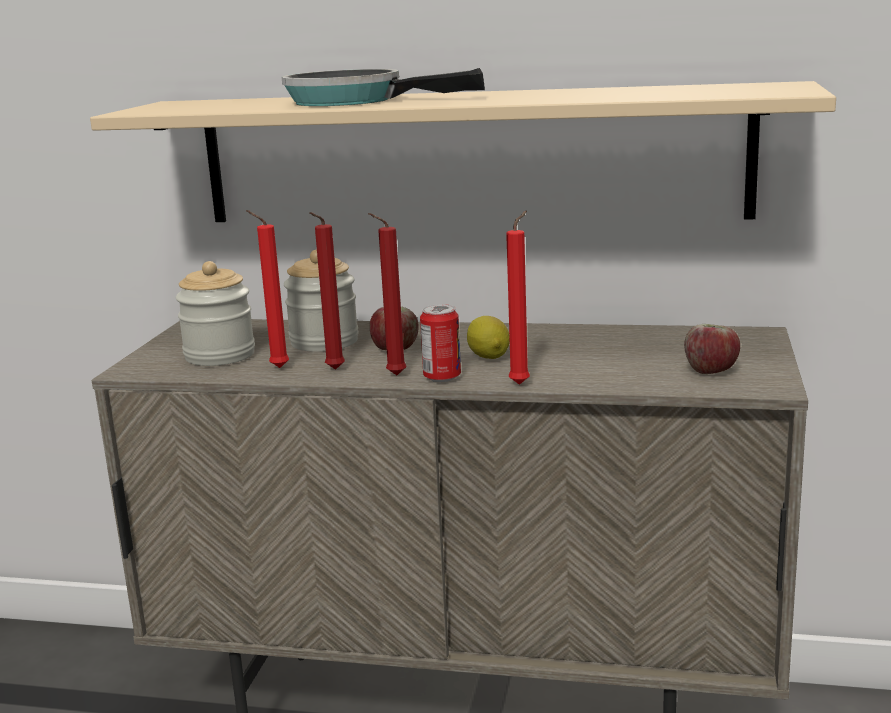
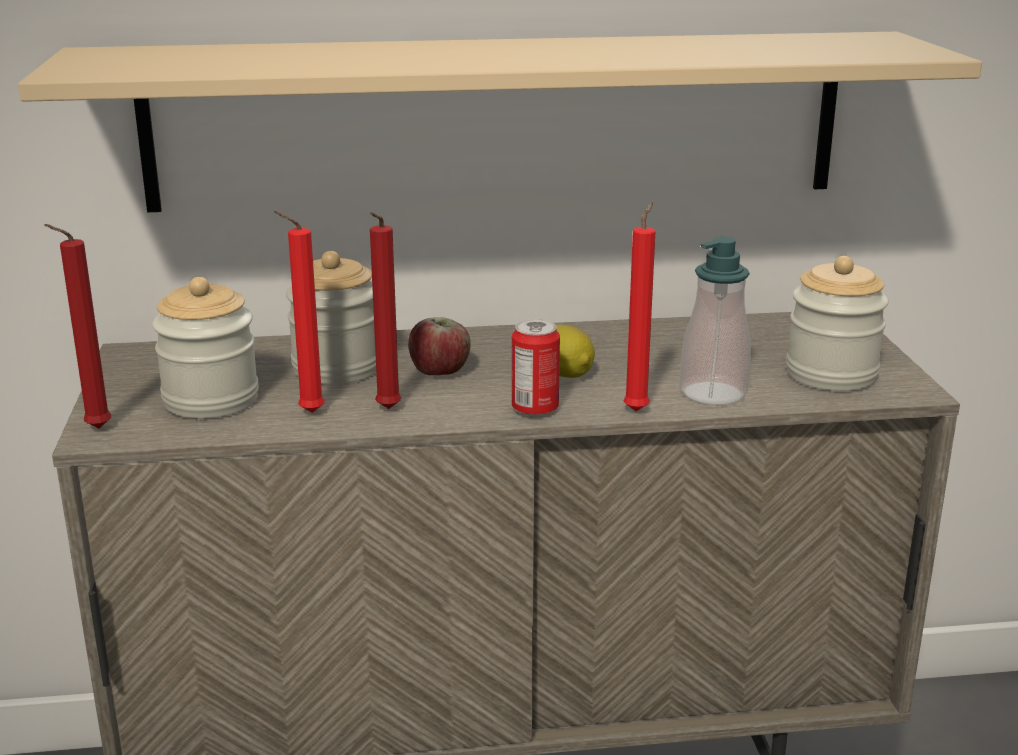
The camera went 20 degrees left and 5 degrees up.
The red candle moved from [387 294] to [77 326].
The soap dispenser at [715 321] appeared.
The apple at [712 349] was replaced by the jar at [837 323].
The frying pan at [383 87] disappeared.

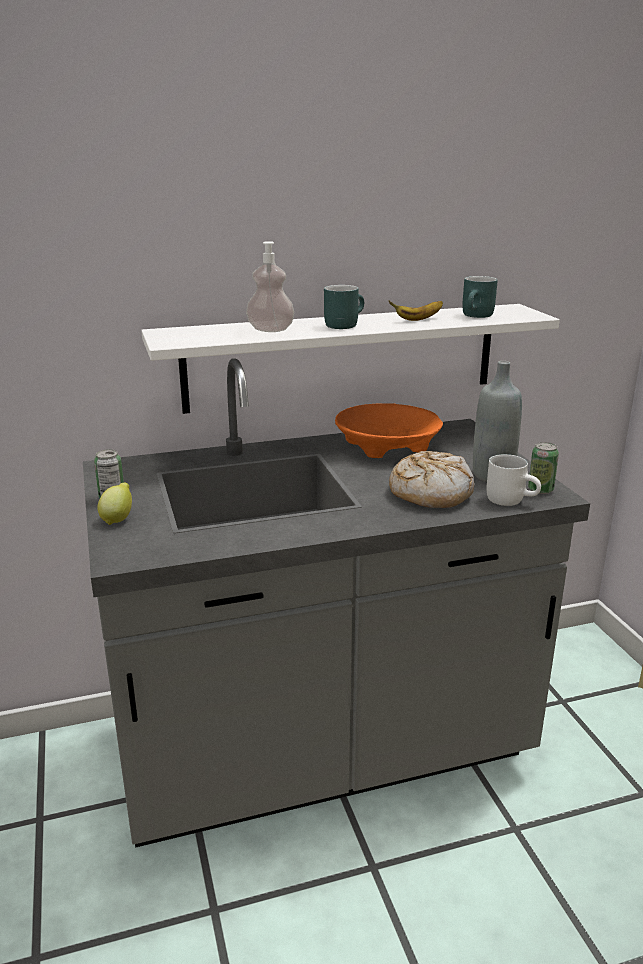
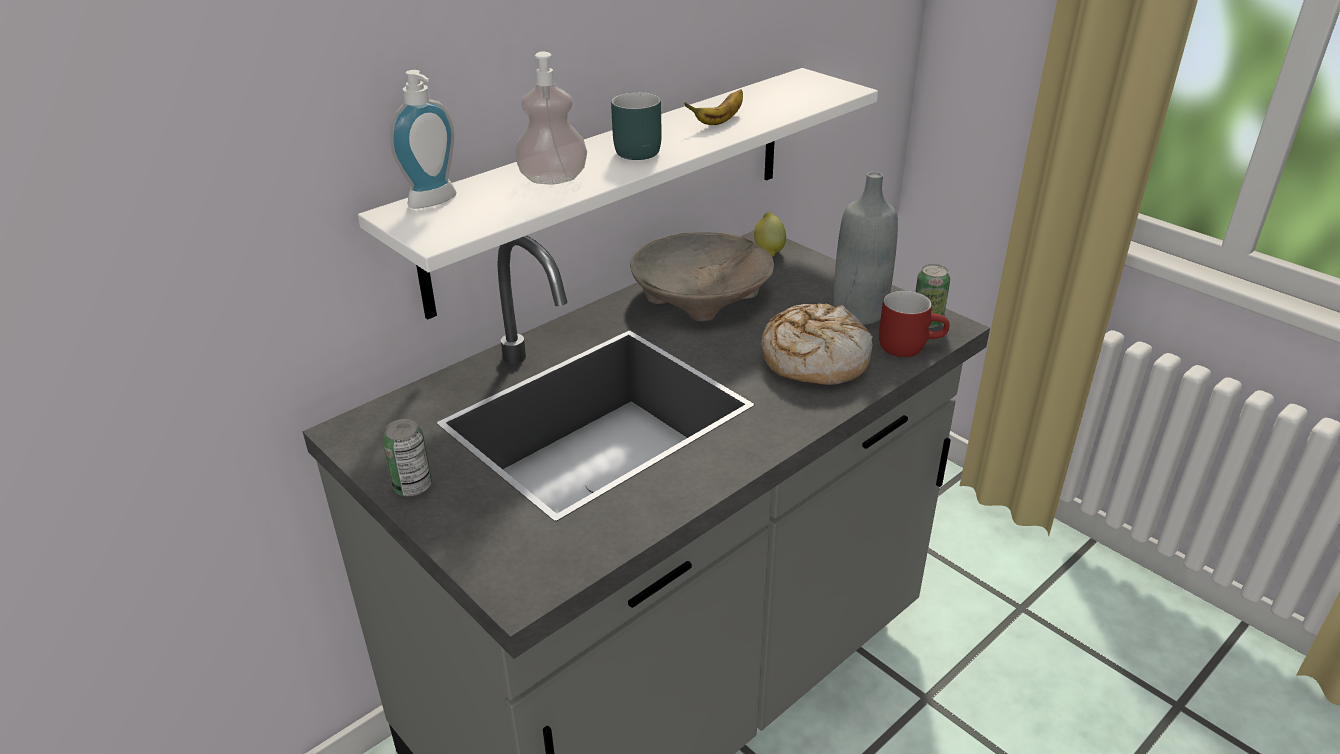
The camera went 25 degrees left and 10 degrees up.
The soap dispenser at [423 139] appeared.
The orange bowl at [389 430] became the beige bowl at [702 276].
The lemon moved from [114 504] to [770 234].
The white mug at [514 480] became the red mug at [914 324].
The turquoise mug at [480 297] disappeared.

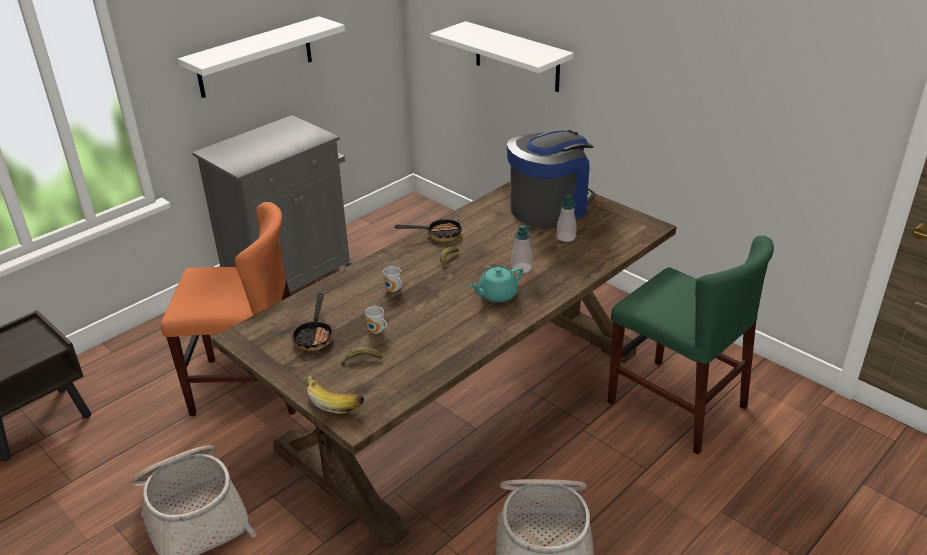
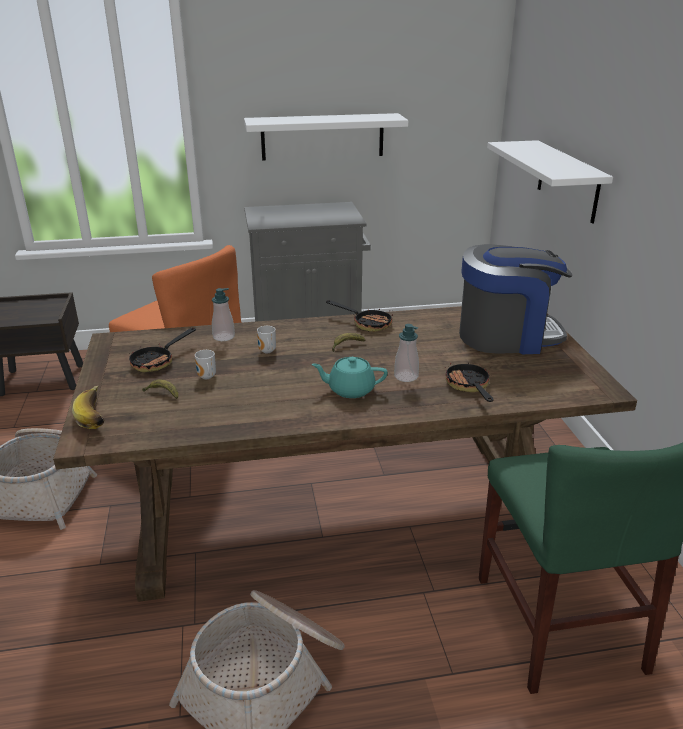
The camera went 35 degrees right and 5 degrees down.
The soap dispenser moved from [566 217] to [223 314].
The frying pan at [468 382] appeared.

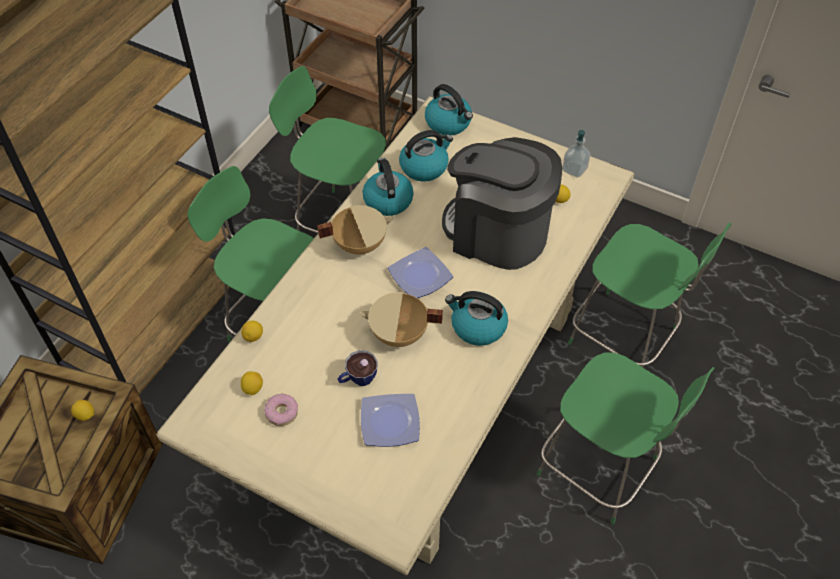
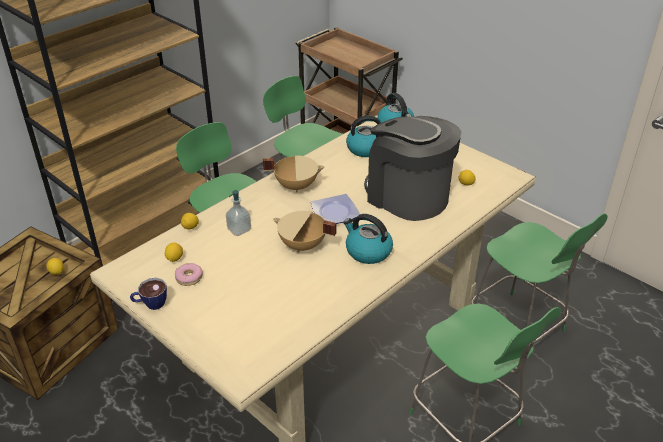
The camera went 15 degrees right and 15 degrees down.
The cup moved from [358 368] to [148 294].
The soap dispenser moved from [576 154] to [238 213].
The plate at [390 420] disappeared.
The kettle at [388 187] disappeared.

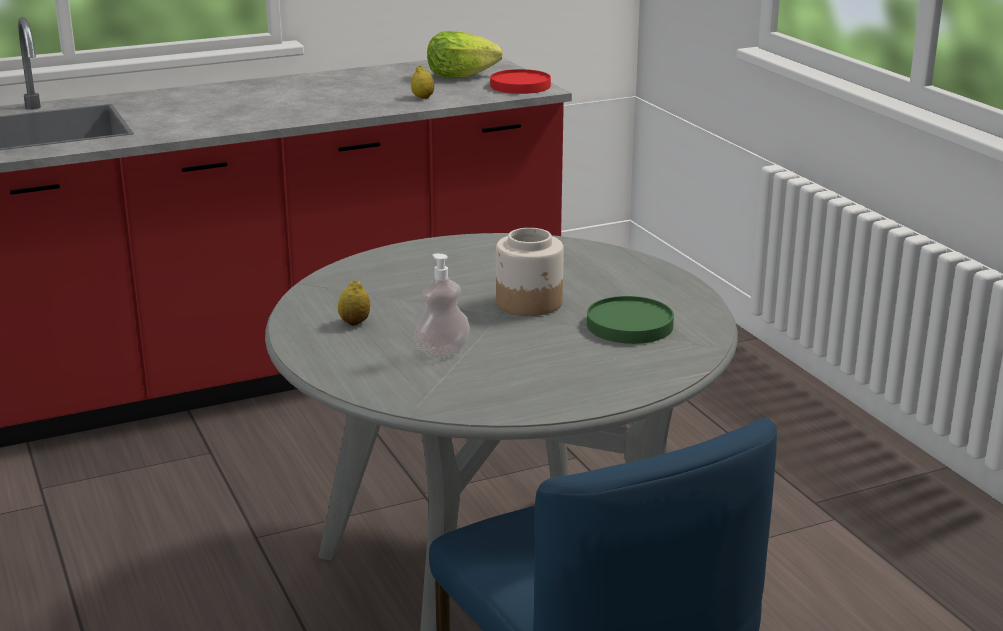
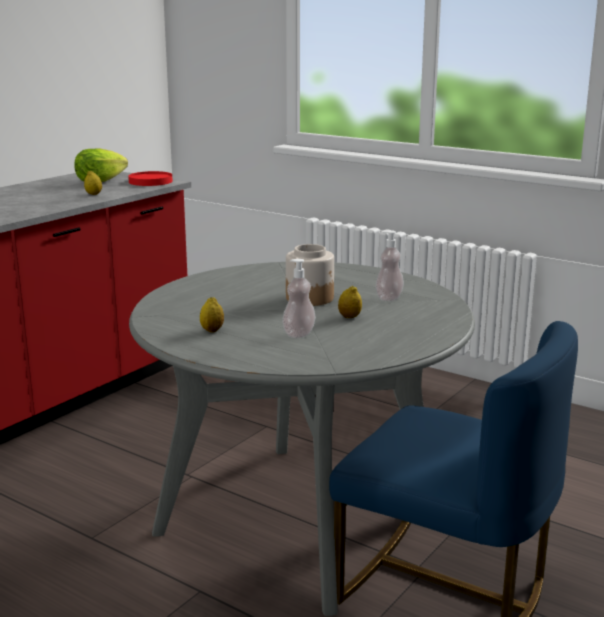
The camera went 30 degrees left and 5 degrees down.
The lemon at [350 301] appeared.
The green plate at [630 320] was replaced by the soap dispenser at [389 265].

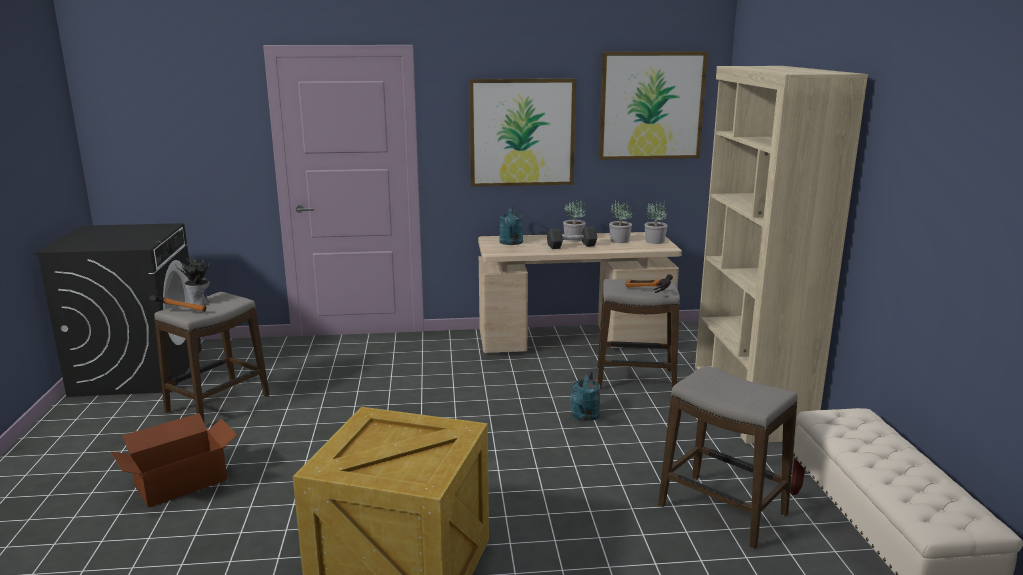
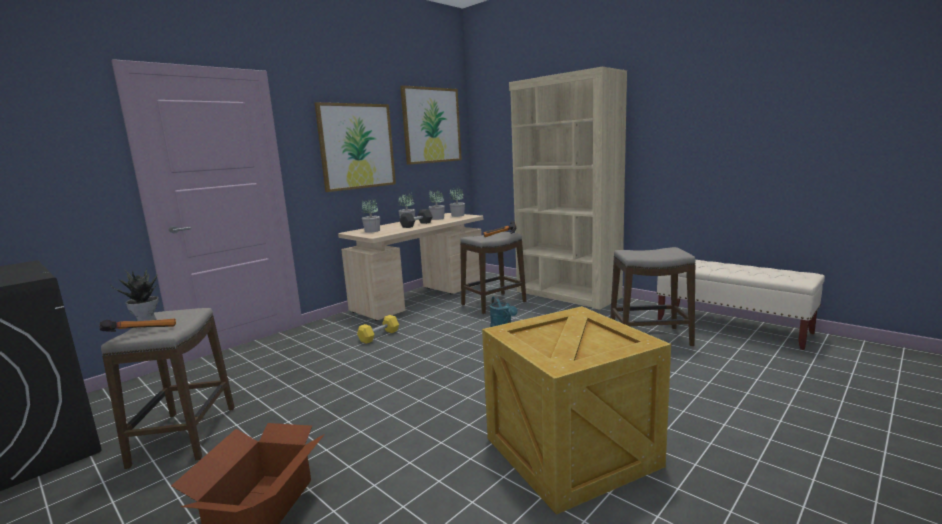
The camera went 40 degrees left and 5 degrees down.
The yellow dumbbell at [378 329] appeared.
The turquoise watering can at [511 225] was replaced by the potted plant at [371 216].

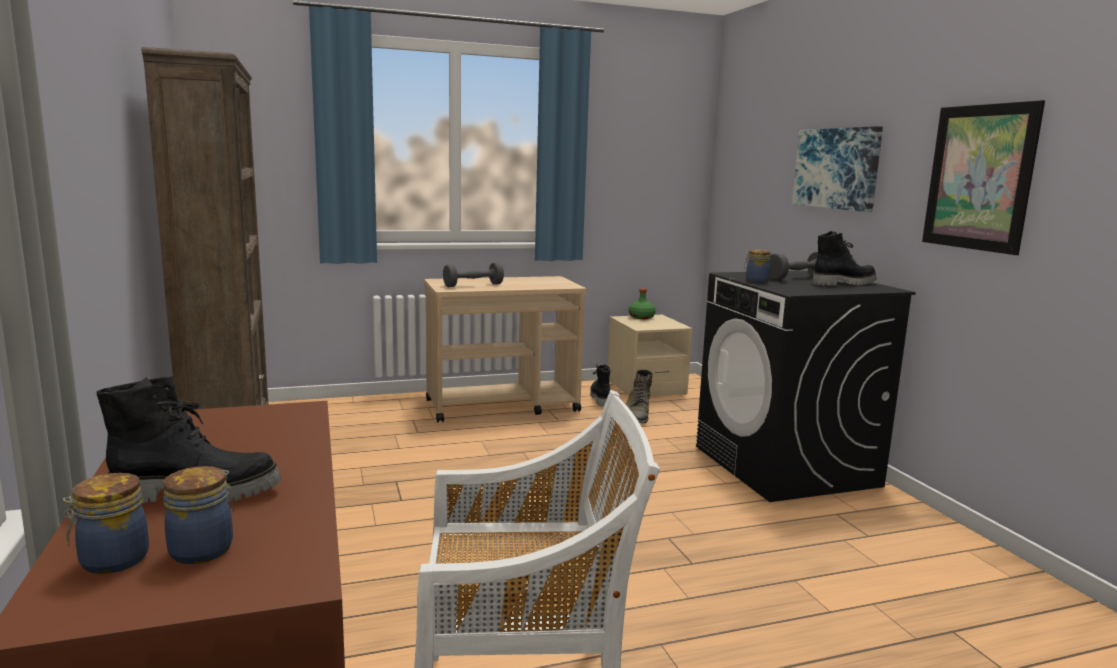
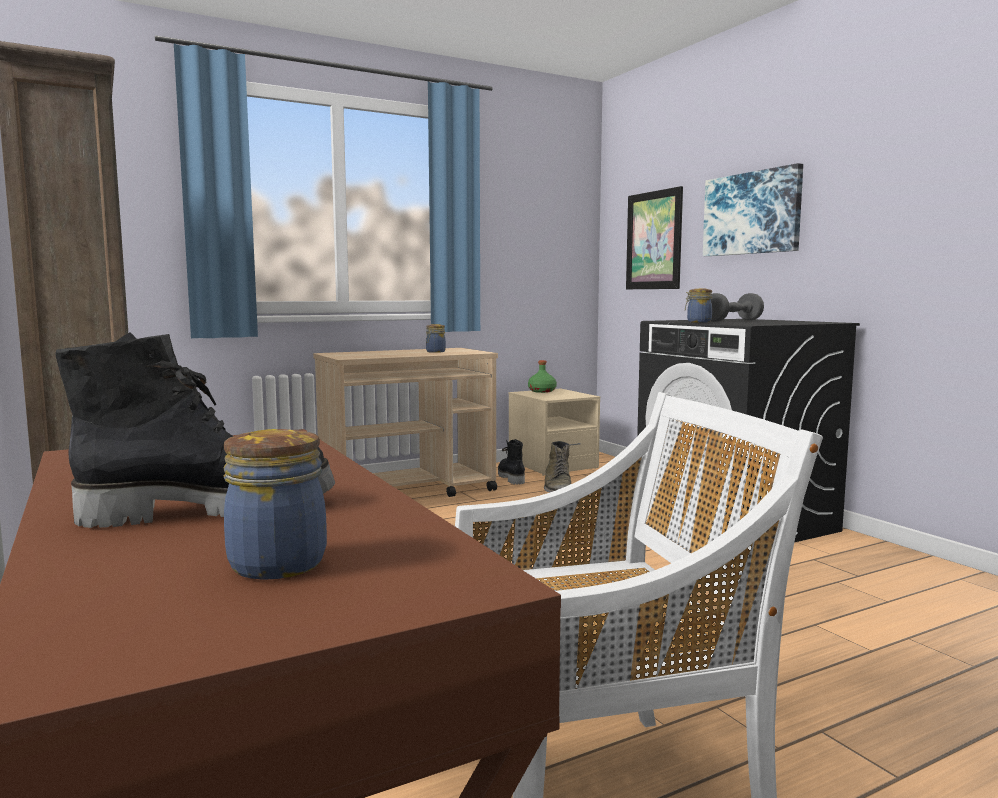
The camera went 10 degrees left and 5 degrees down.
The jar moved from [106 523] to [436 338].
The picture moved from [983 177] to [654 237].
The grey dumbbell at [473 274] disappeared.
The black boot at [844 258] disappeared.

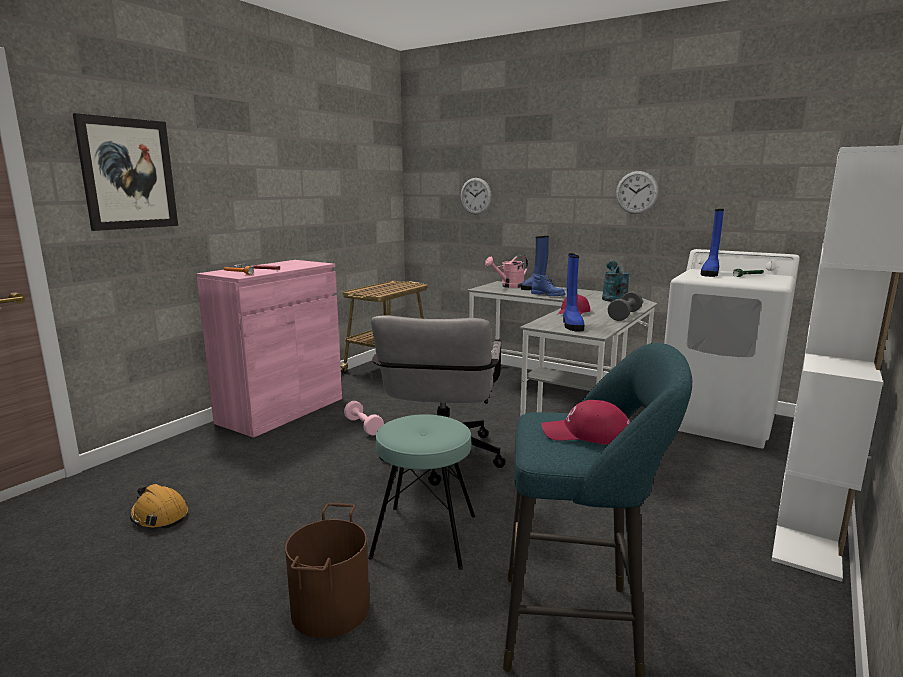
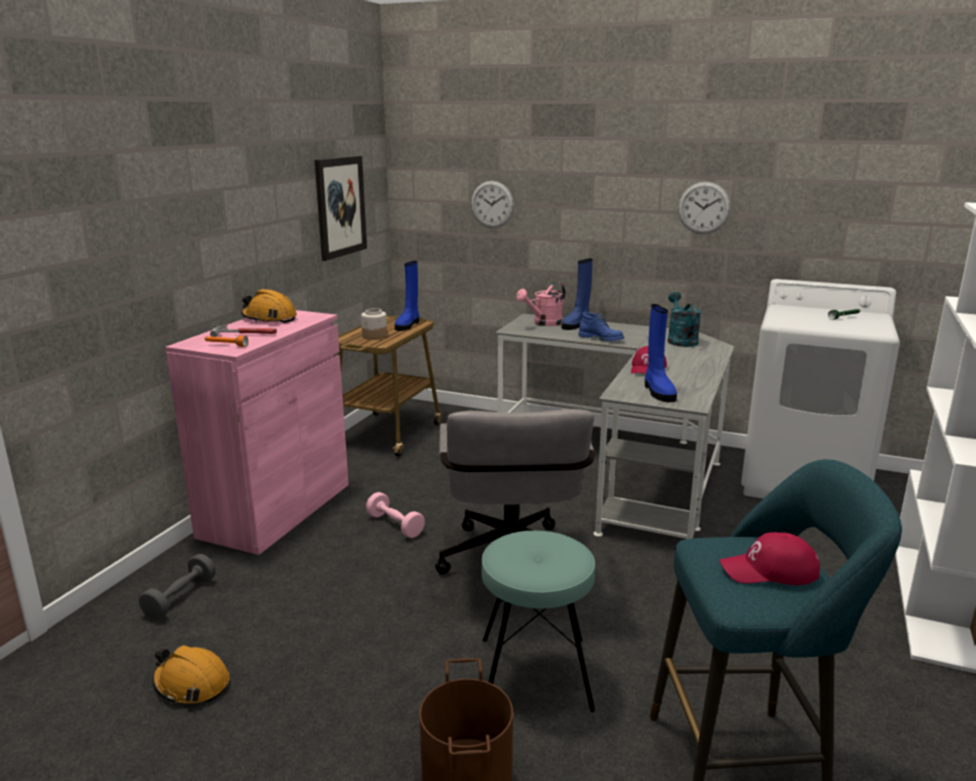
The camera went 10 degrees left and 5 degrees up.
The grey dumbbell moved from [625 306] to [177 587].
The orange hard hat at [269 306] appeared.
The picture moved from [125 172] to [340 208].
The jar at [374 324] appeared.
The blue boot moved from [712 243] to [407 296].

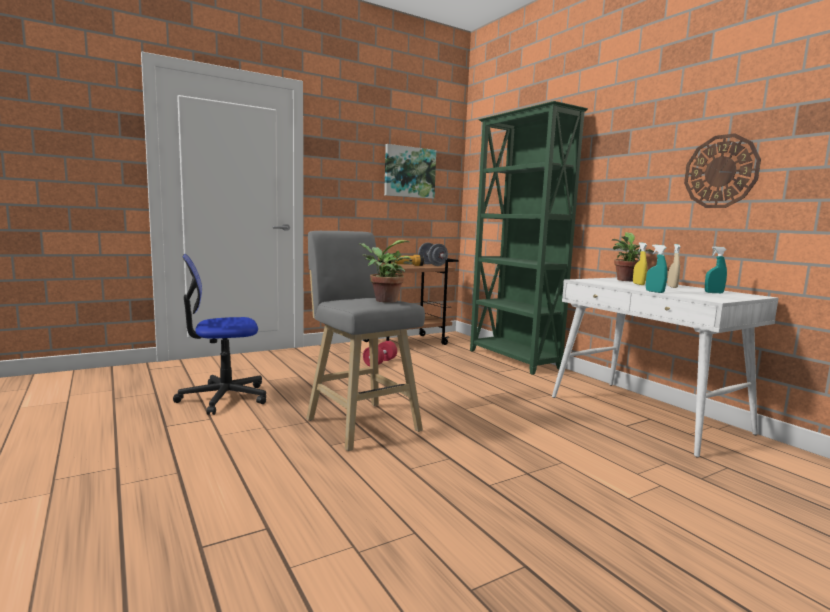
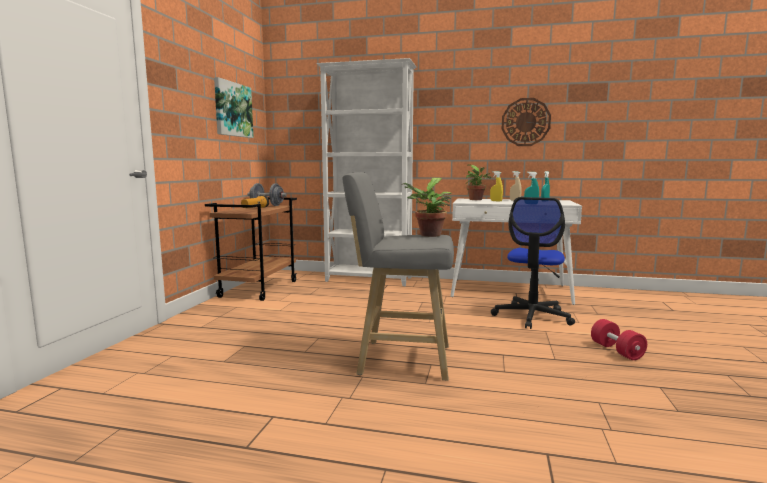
The camera went 45 degrees left and 0 degrees up.
The green bookcase at [529 238] became the white bookcase at [366 172].
The office chair moved from [219 334] to [533 263].
The red dumbbell moved from [380 353] to [619 339].

